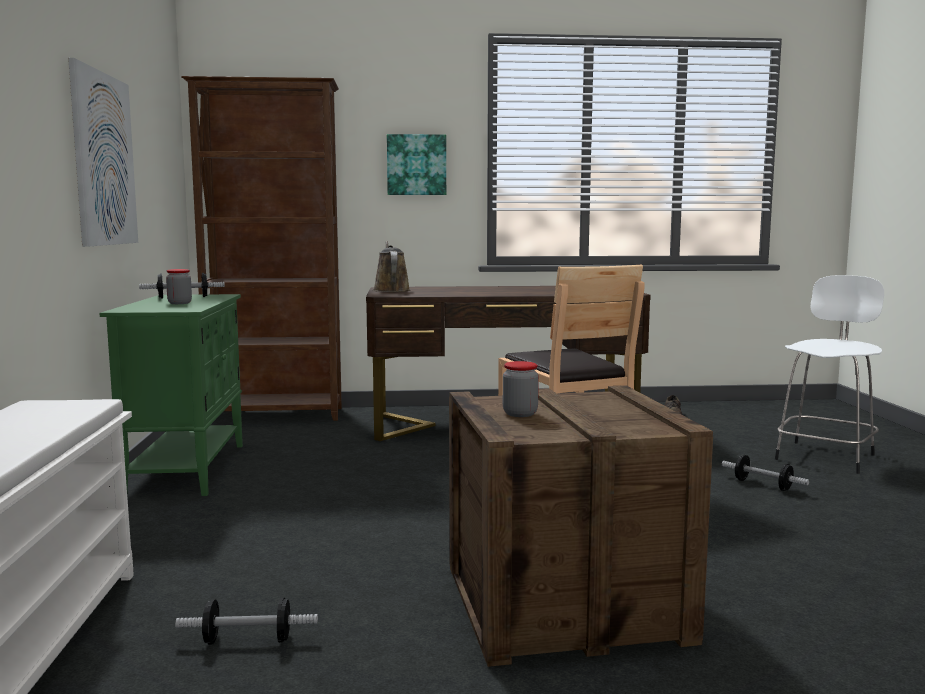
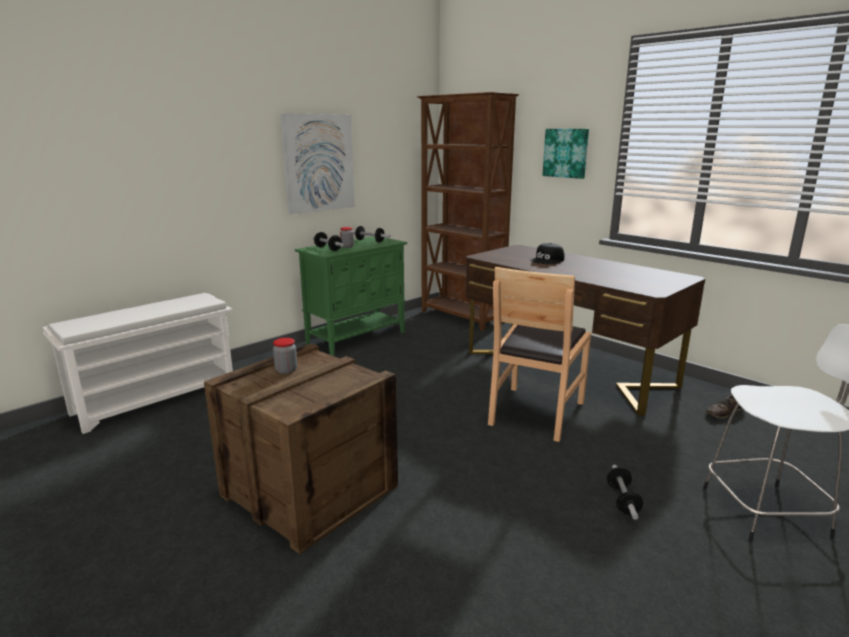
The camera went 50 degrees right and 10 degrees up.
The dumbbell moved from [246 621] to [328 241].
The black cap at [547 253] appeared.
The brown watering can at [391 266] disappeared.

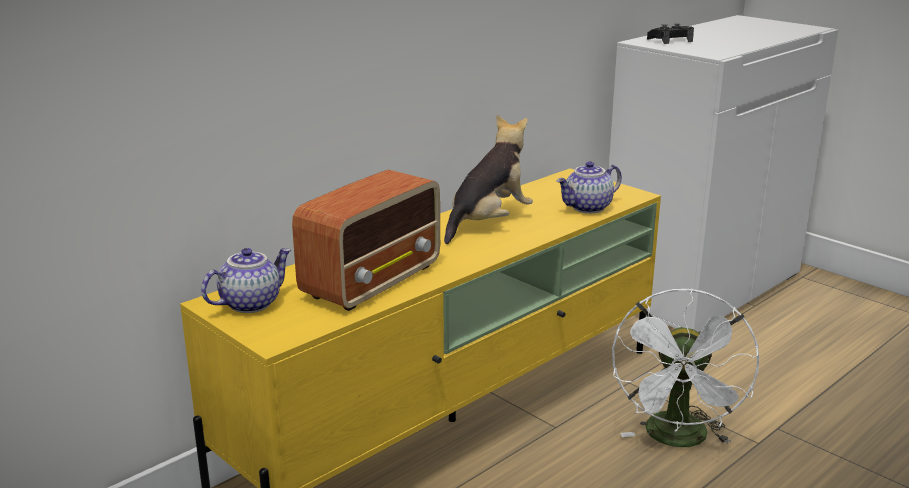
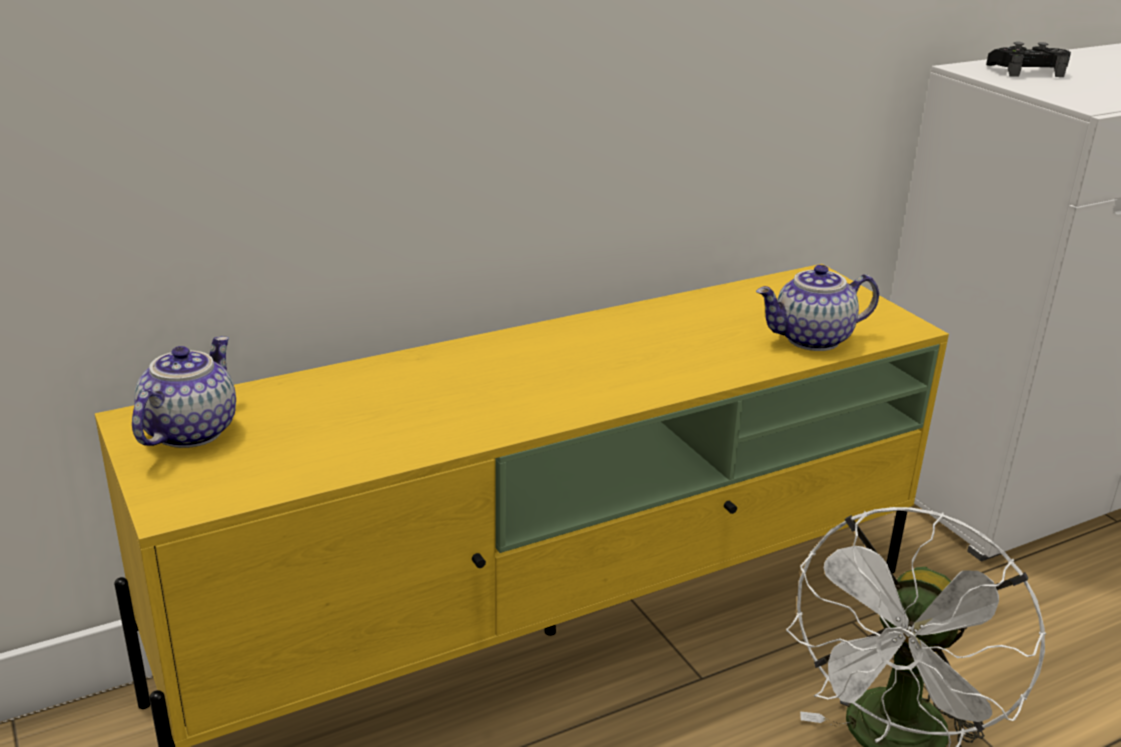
The camera went 15 degrees right and 5 degrees up.
The teapot at [246 280] turned 45 degrees counterclockwise.
The radio at [366 240] disappeared.
The plush toy at [488 179] disappeared.

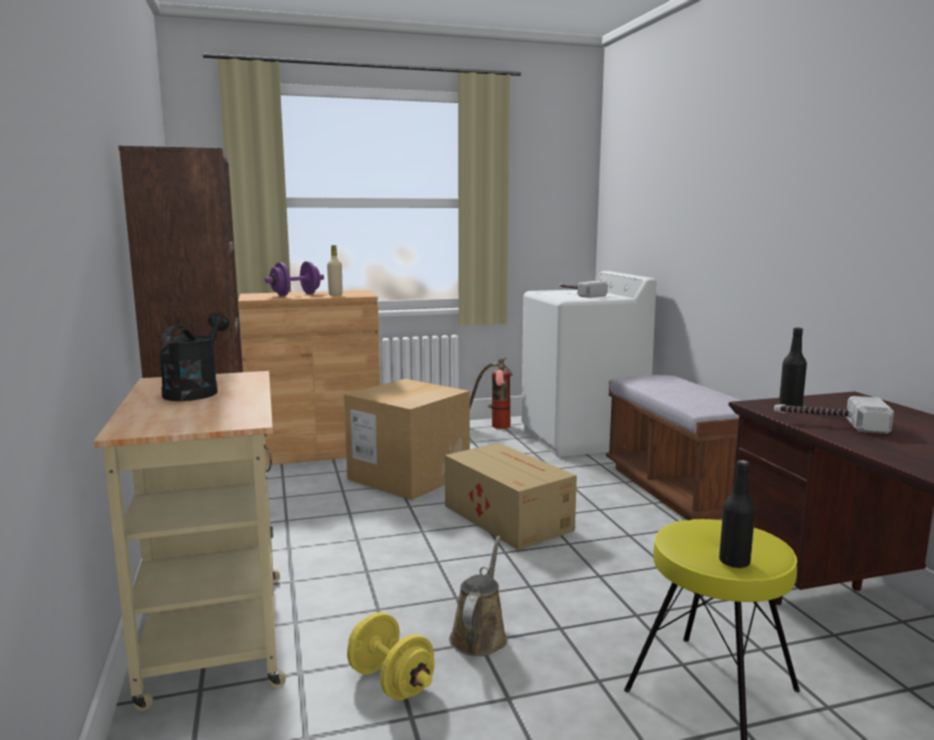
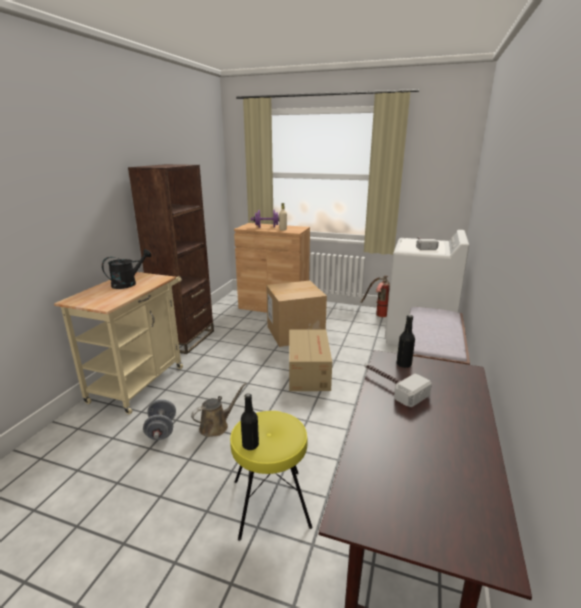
The camera went 35 degrees right and 10 degrees up.
The yellow dumbbell at [391 656] became the grey dumbbell at [159 419].

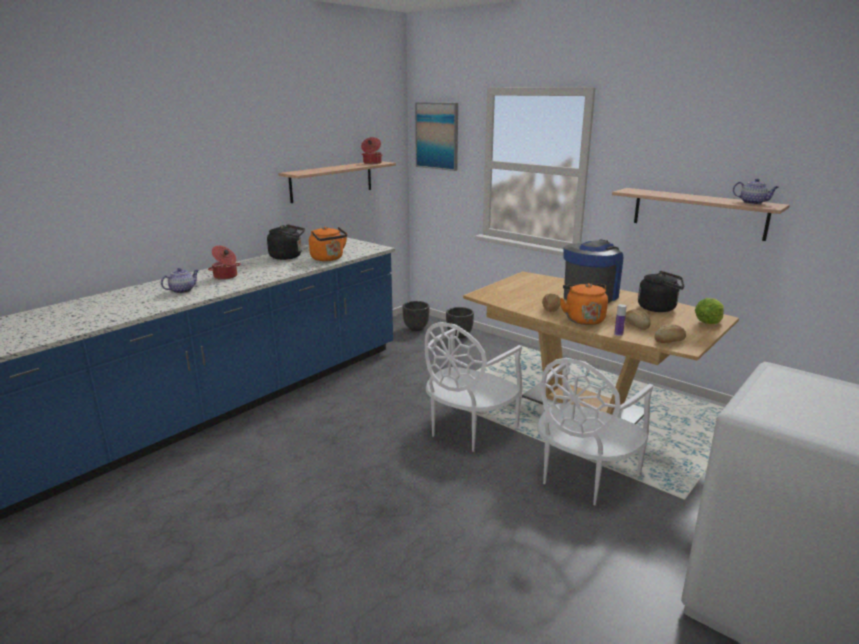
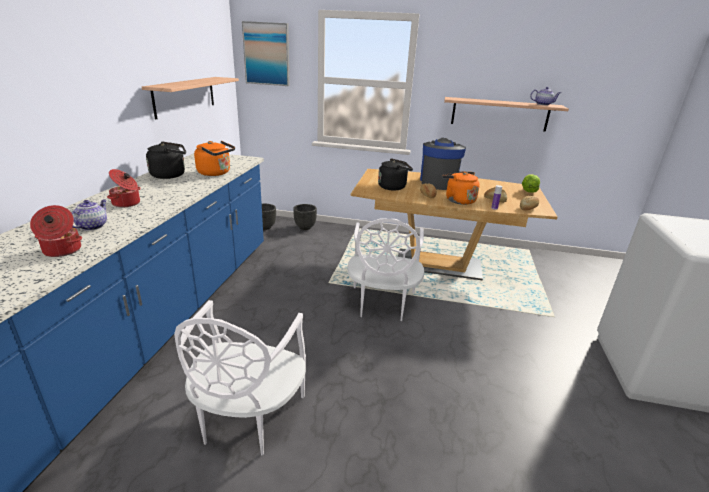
The camera went 30 degrees left and 5 degrees up.
The cooking pot moved from [372 150] to [56 231].
The white chair moved from [595 431] to [240 377].
The black kettle moved from [661 291] to [395 174].

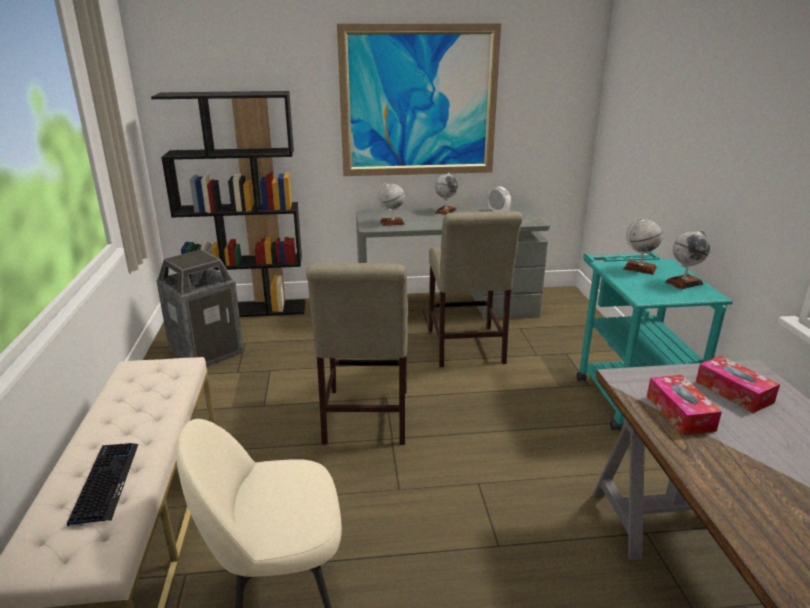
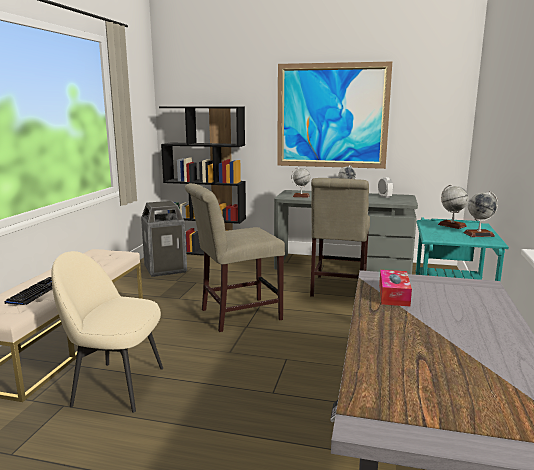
The camera went 20 degrees right and 10 degrees down.
The beige chair at [357 354] turned 45 degrees clockwise.
The tissue box at [738 384] disappeared.

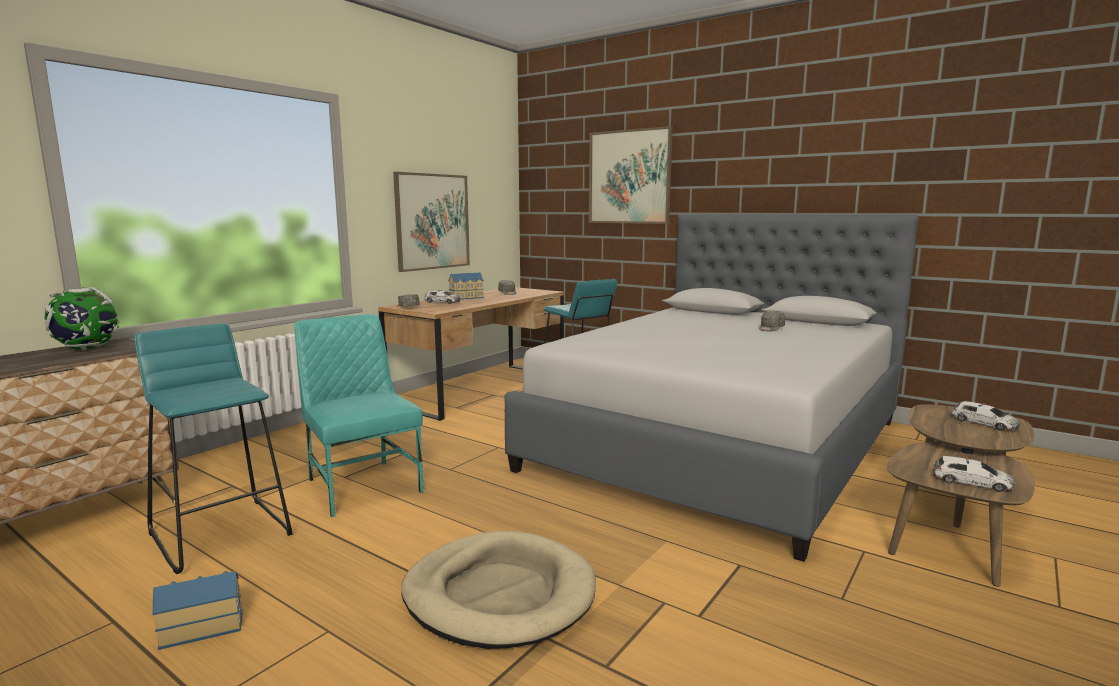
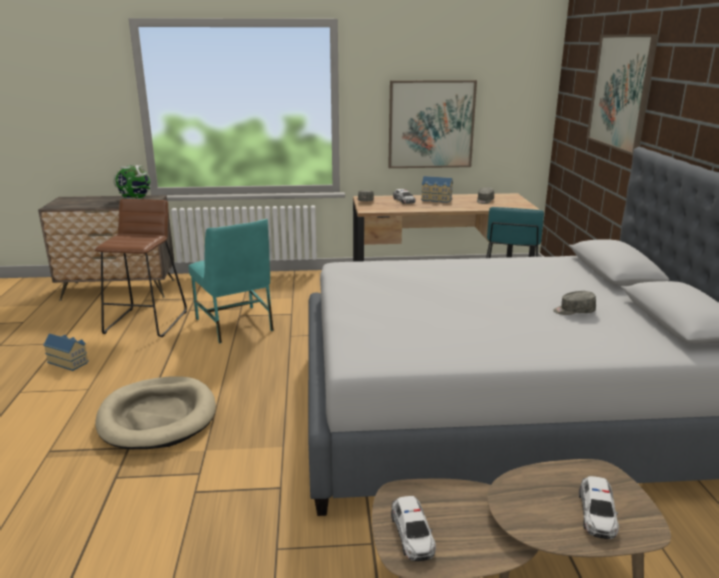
The camera went 50 degrees right and 10 degrees up.
The turquoise stool at [213 449] became the brown stool at [141 268].
The turquoise chair at [359 415] turned 135 degrees clockwise.

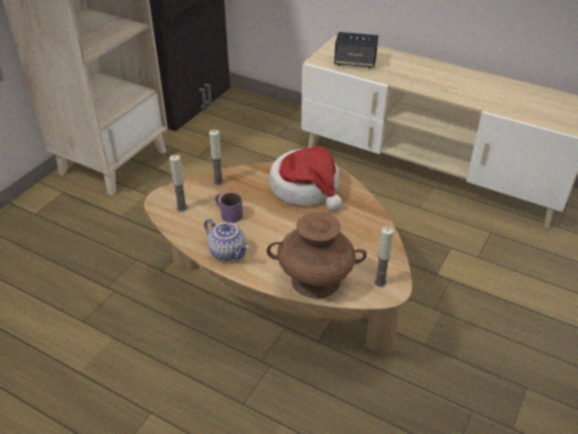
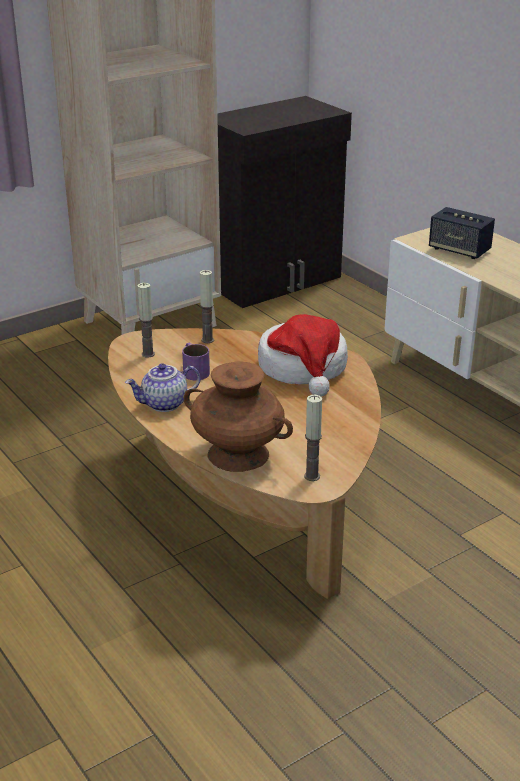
The camera went 25 degrees right and 10 degrees down.
The teapot at [226 240] turned 90 degrees clockwise.

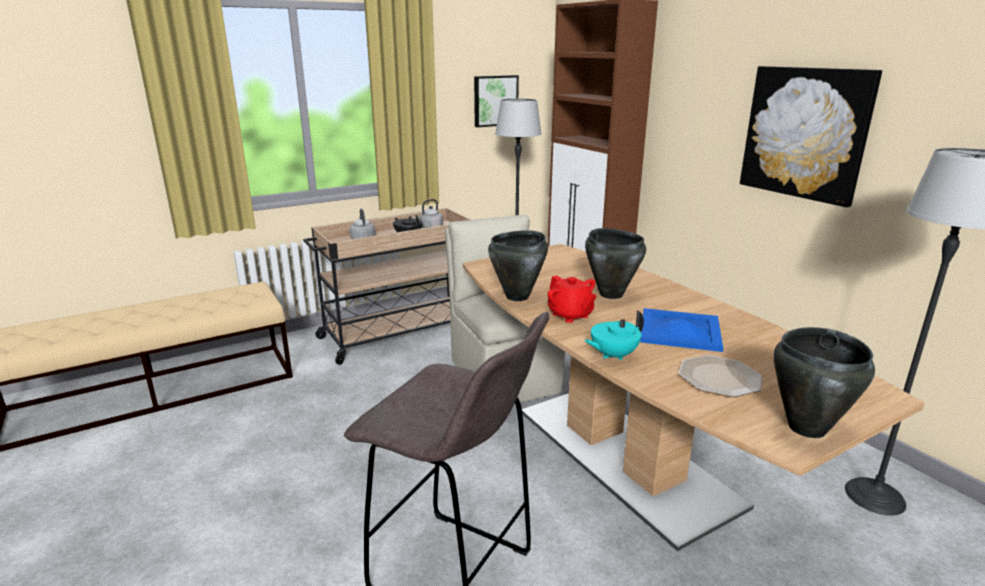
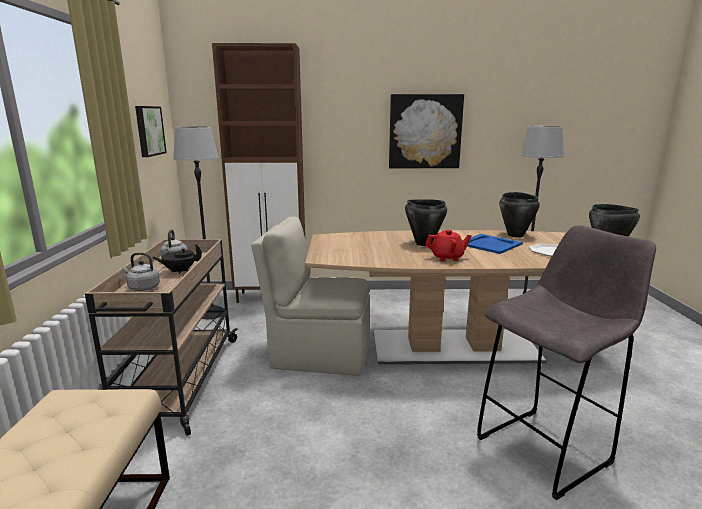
The camera went 60 degrees left and 5 degrees down.
The black cooking pot moved from [518 265] to [519 215].
The turquoise teapot at [614 335] disappeared.

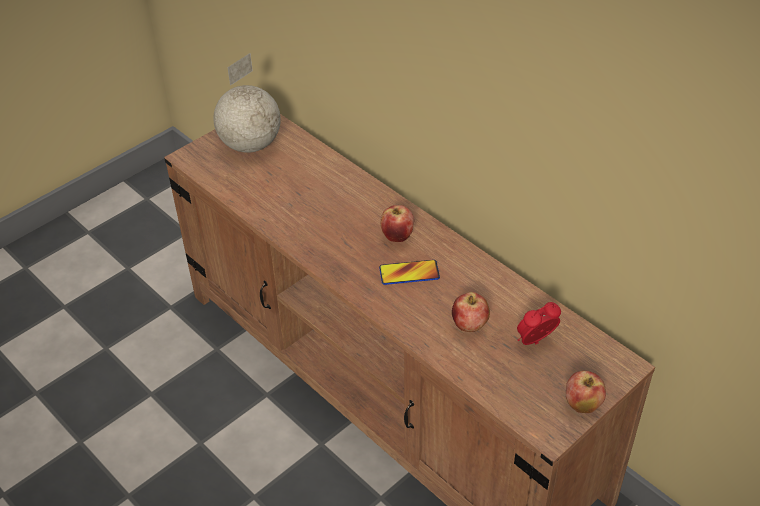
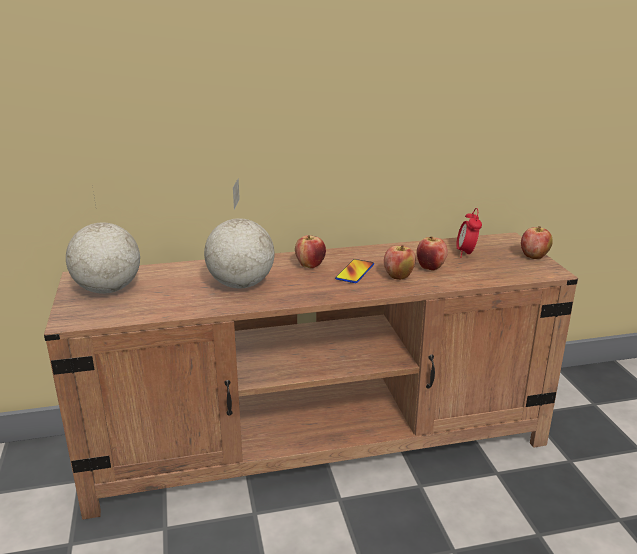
The camera went 60 degrees left and 20 degrees down.
The globe at [239 233] appeared.
The apple at [400 262] appeared.

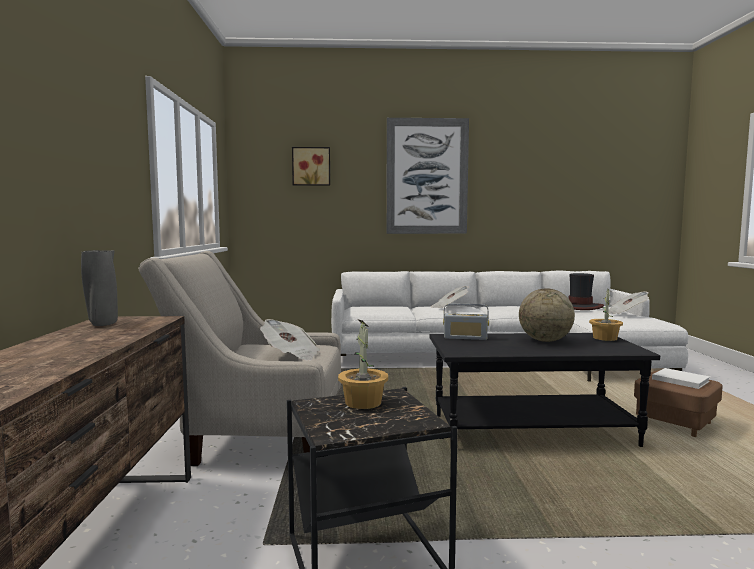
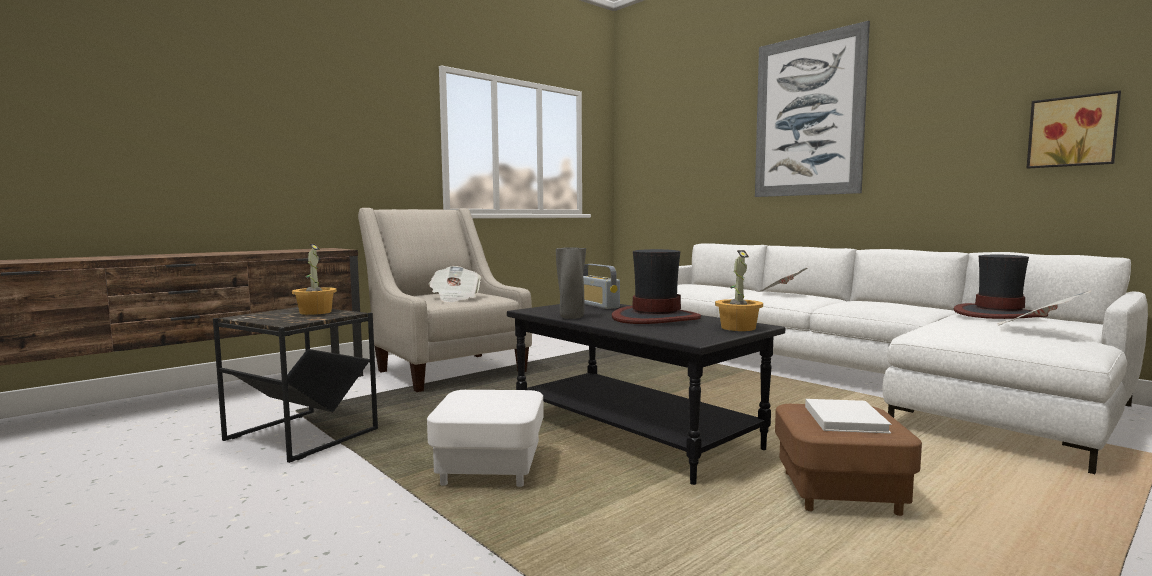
The camera went 50 degrees right and 0 degrees up.
The white ottoman at [485 438] appeared.
The grey vase moved from [99 288] to [571 283].
The globe at [547 315] was replaced by the hat at [656 286].
The picture moved from [311 166] to [1074 129].

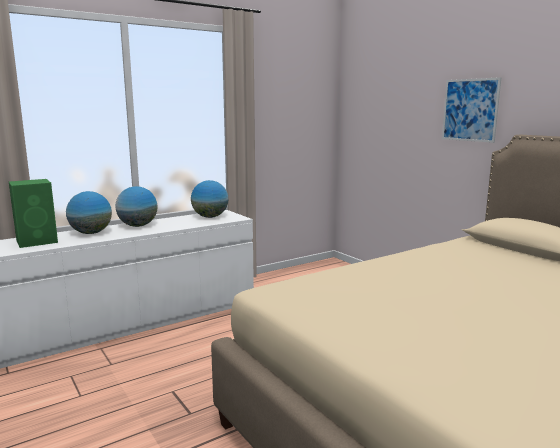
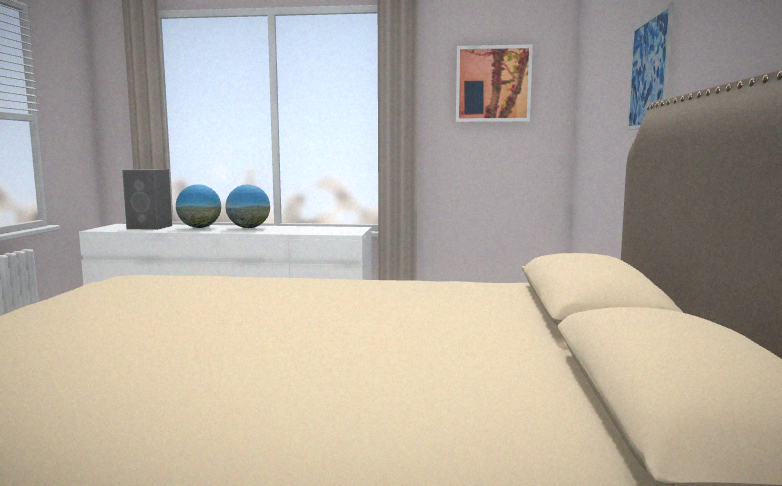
The camera went 40 degrees right and 5 degrees down.
The green speaker at [33 213] became the grey speaker at [147 199].
The picture at [494 83] appeared.
The globe at [210 199] disappeared.

